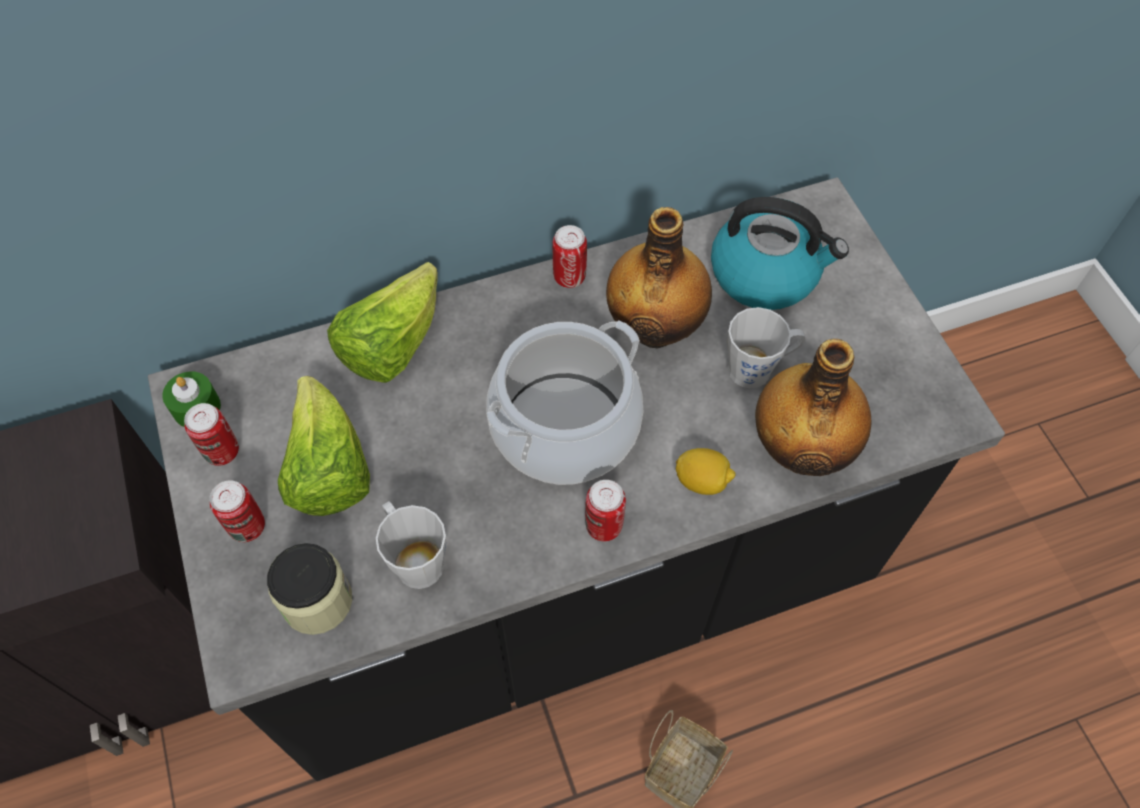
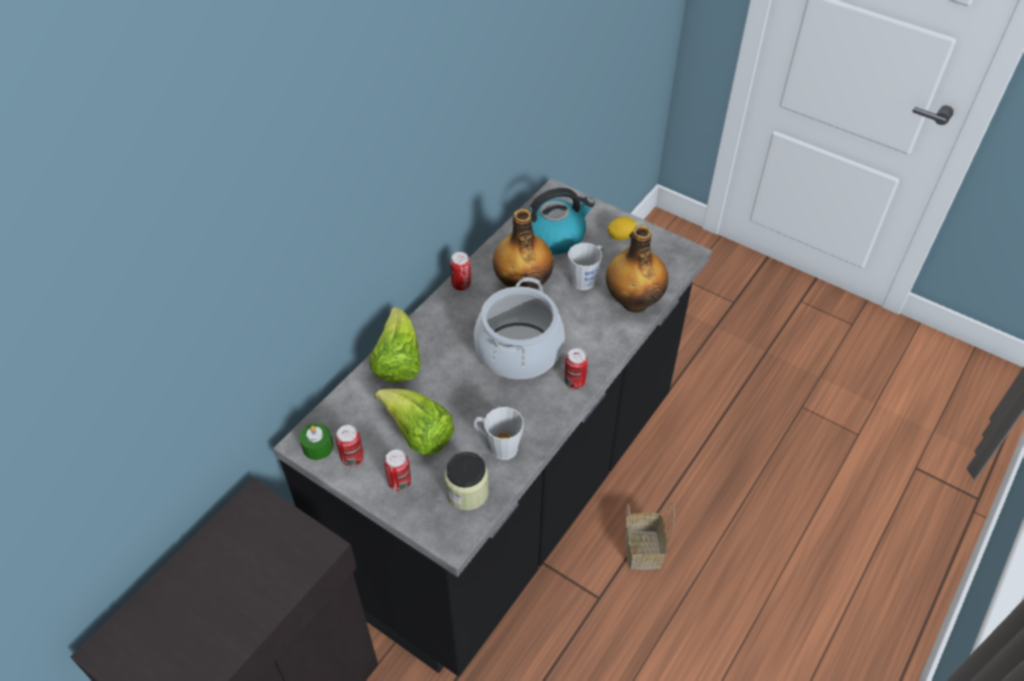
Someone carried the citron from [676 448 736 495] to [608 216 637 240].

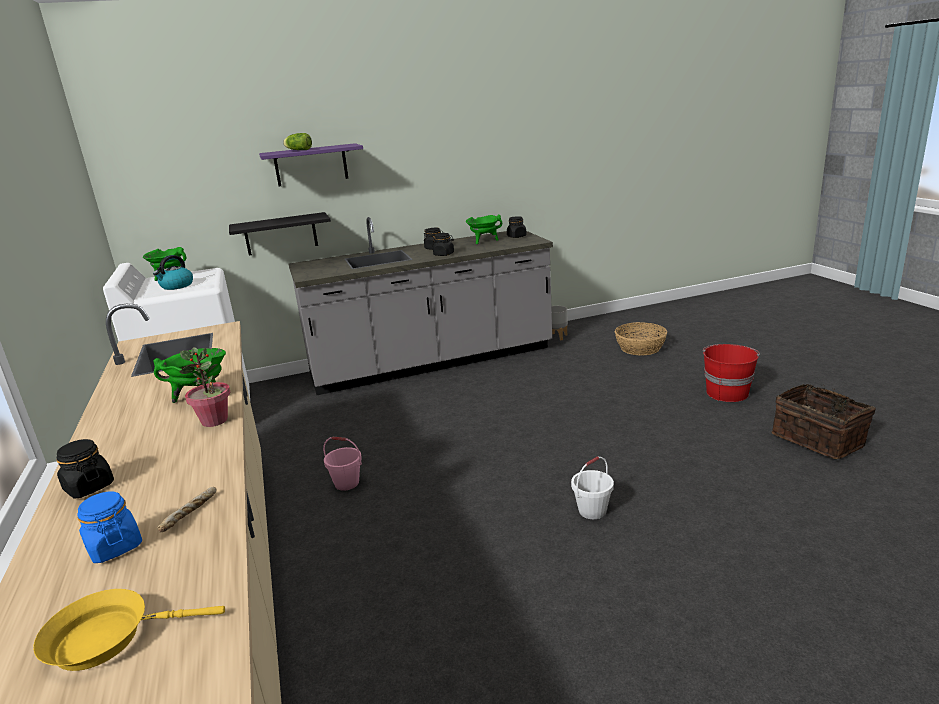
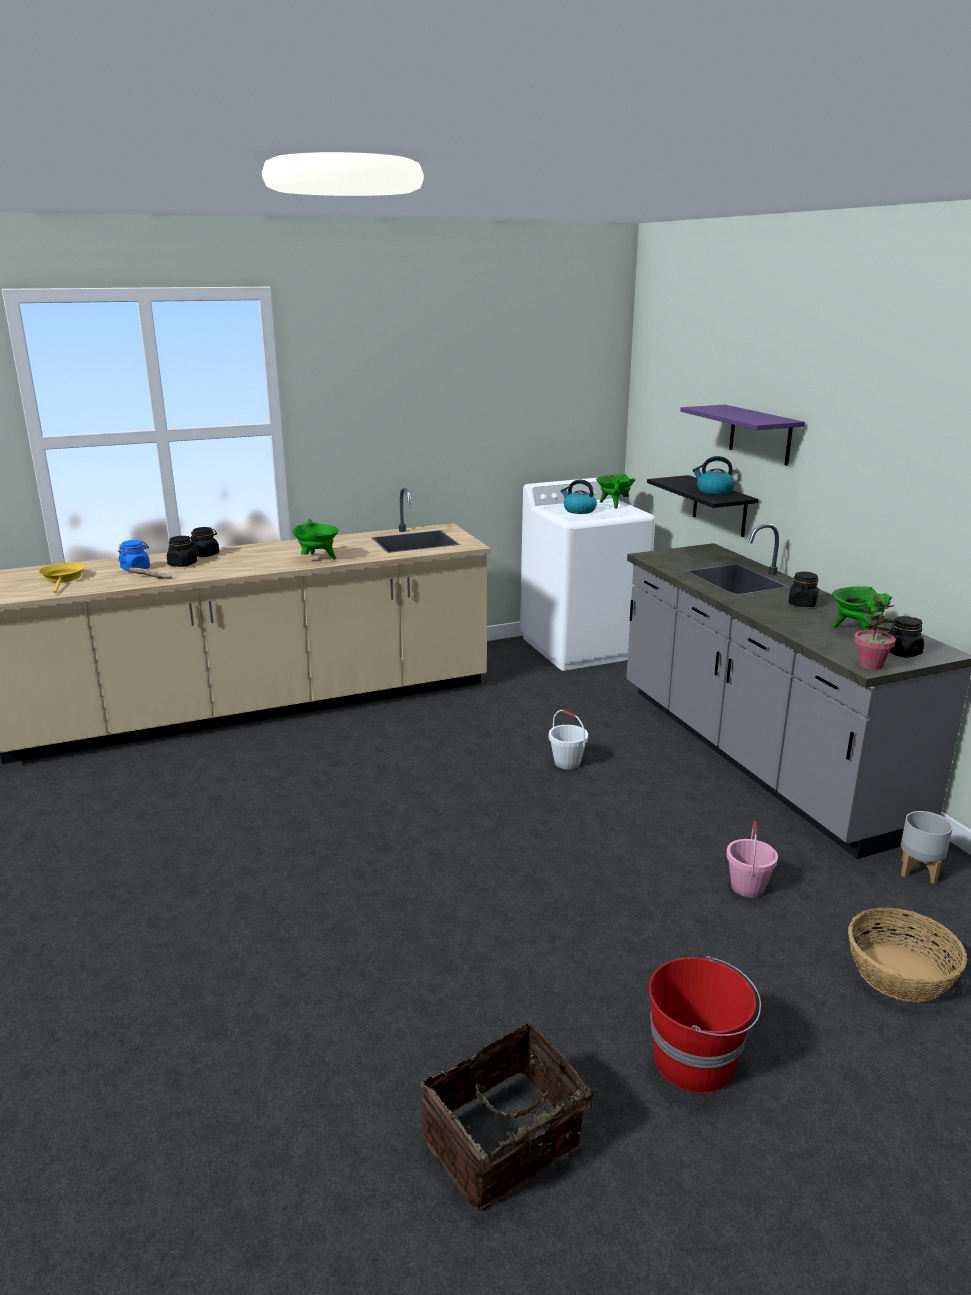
Someone carried the plante en pot from [180 347 230 427] to [854 594 896 670].
Someone took away the laitue at [283 133 312 150].
Someone carried the seau (rose) from [323 437 362 491] to [726 821 778 898].
Someone carried the bocal (noir) from [432 233 454 256] to [167 536 197 567].
Someone carried the seau (blanc) from [571 457 614 519] to [549 709 588 769].
Someone put down the bouilloire at [692 456 735 495].

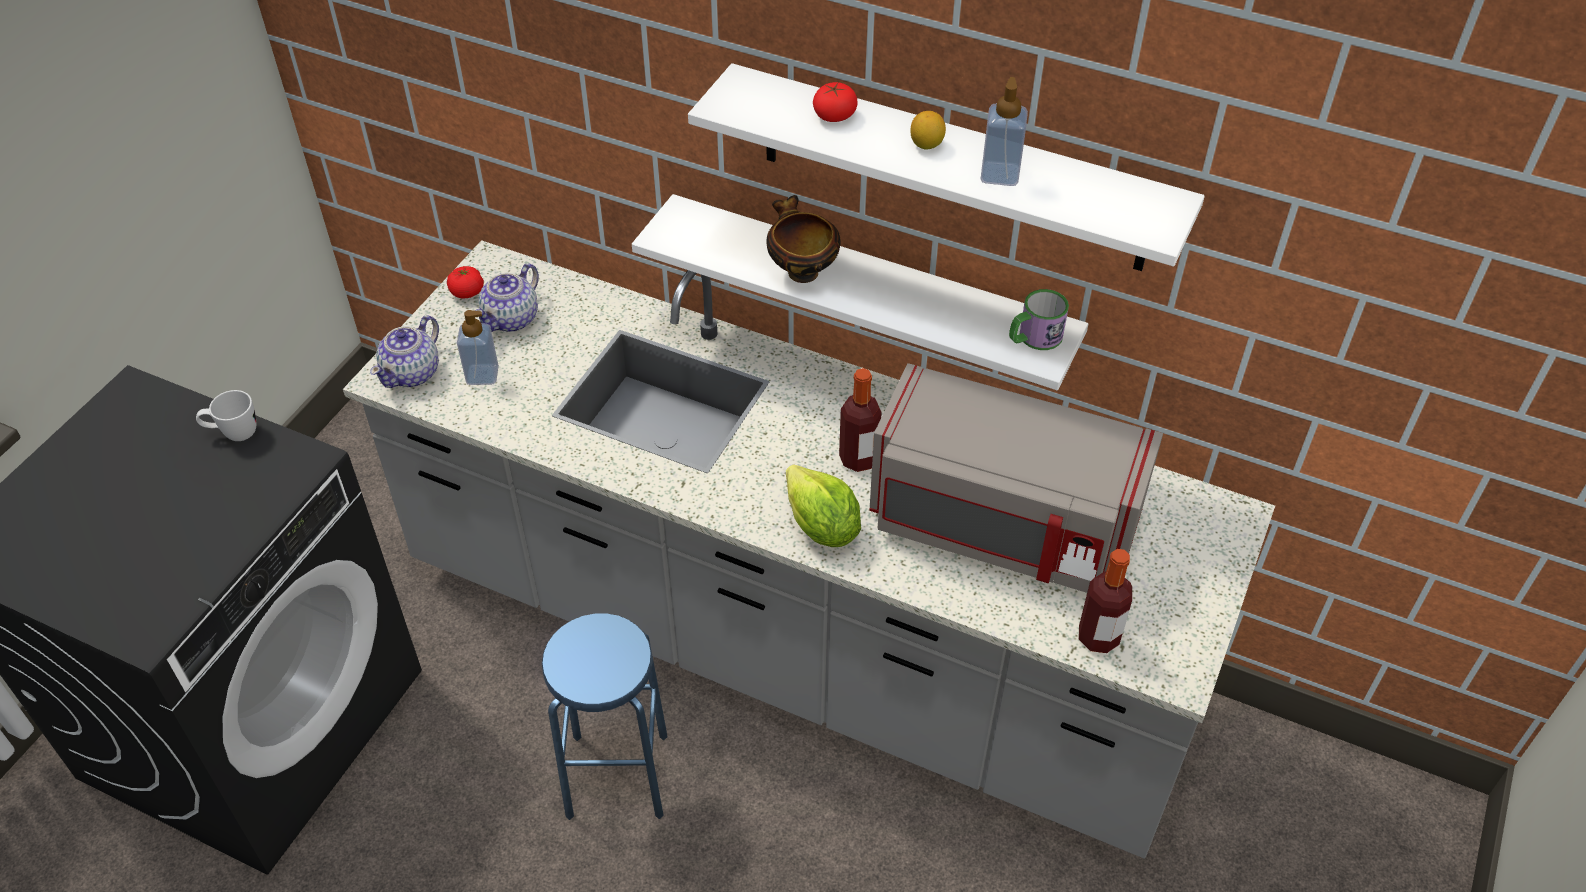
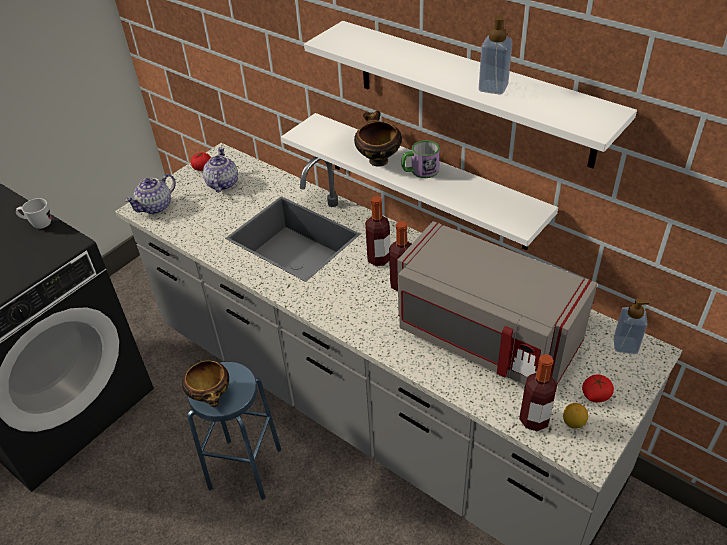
Someone carried the distributeur de savon from [457 310 499 385] to [614 298 650 354].
Someone rotated the théière at [475 263 539 332] by 135 degrees clockwise.
Someone took away the laitue at [786 464 861 547].
Someone carried the tomate from [813 82 857 122] to [582 374 614 403].
Someone carried the citron from [910 111 946 150] to [563 403 588 429].
Someone carried the mug from [1009 289 1069 350] to [401 140 440 178].
Someone put down the bol at [182 360 229 407].
Someone put down the bouteille at [365 196 390 266].

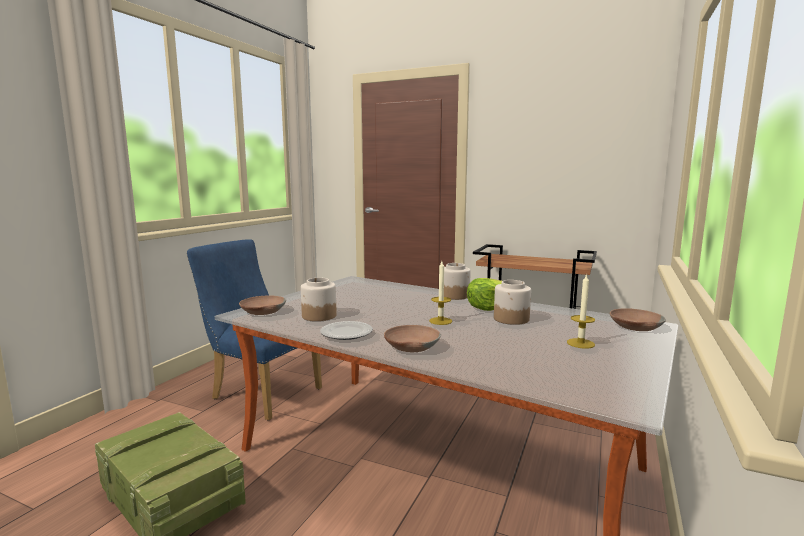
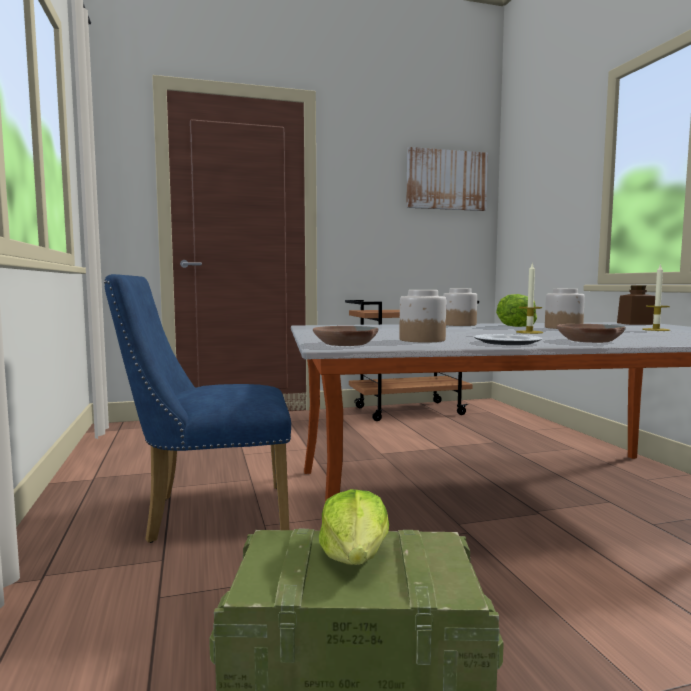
Someone swapped the bol (marron) at [610 308 666 331] for the bocal (marron) at [617 286 655 325].
Someone put down the laitue at [319 489 389 565].
Someone put up the tableau at [406 147 488 211].

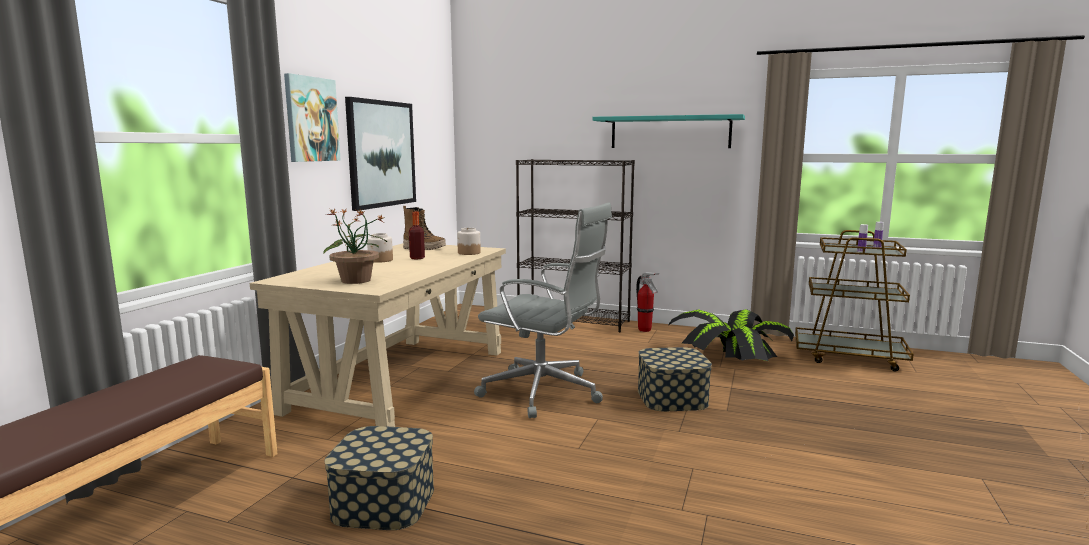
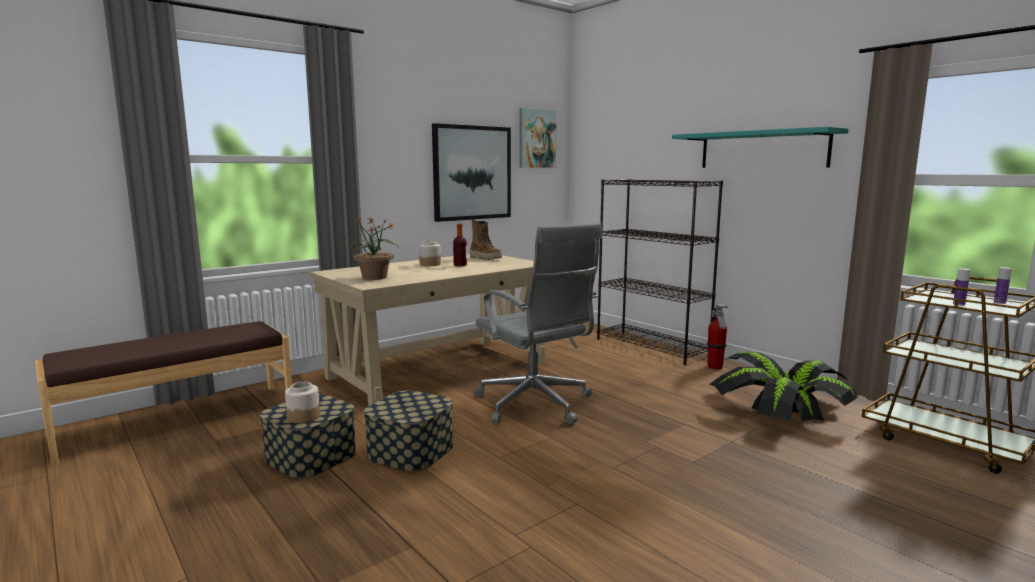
Someone carried the tableau from [284 73 341 162] to [520 108 557 168].
Someone carried the bocal from [457 228 481 255] to [285 382 320 423].
Someone carried the boîte de rangement from [638 347 712 411] to [364 390 453 471].

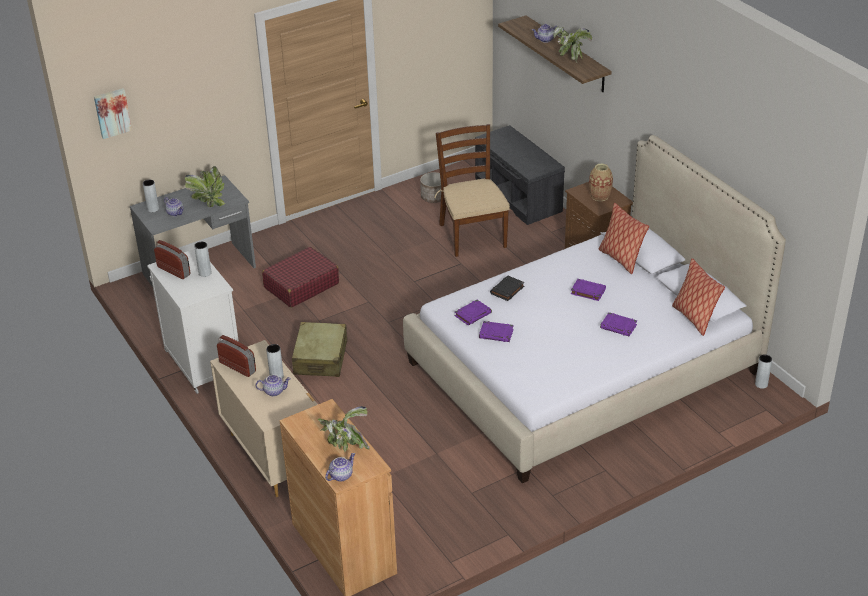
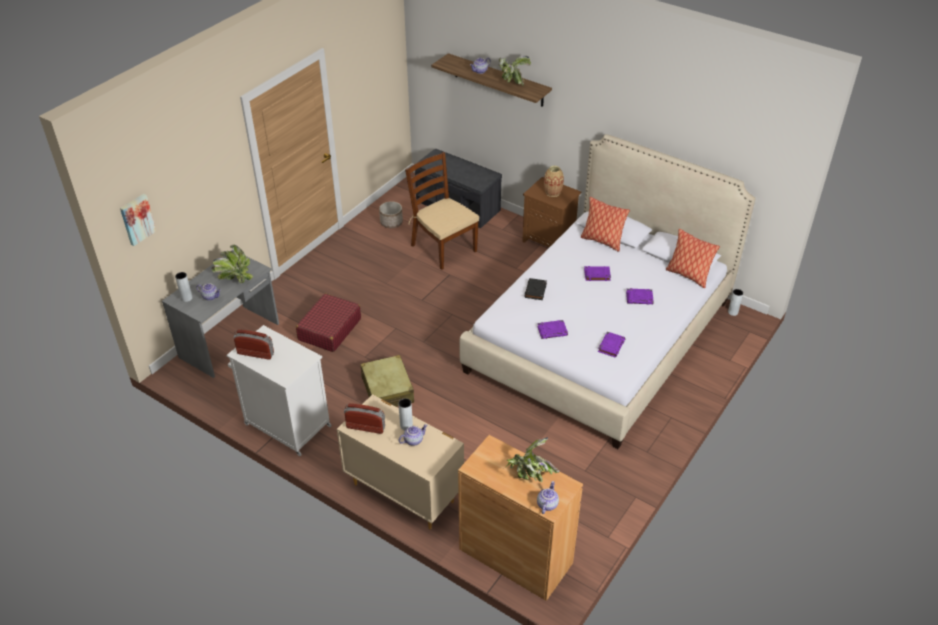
Someone took away the vase (gris) at [194 242 212 277].
Someone carried the livre (violet) from [455 300 492 326] to [598 332 625 357].

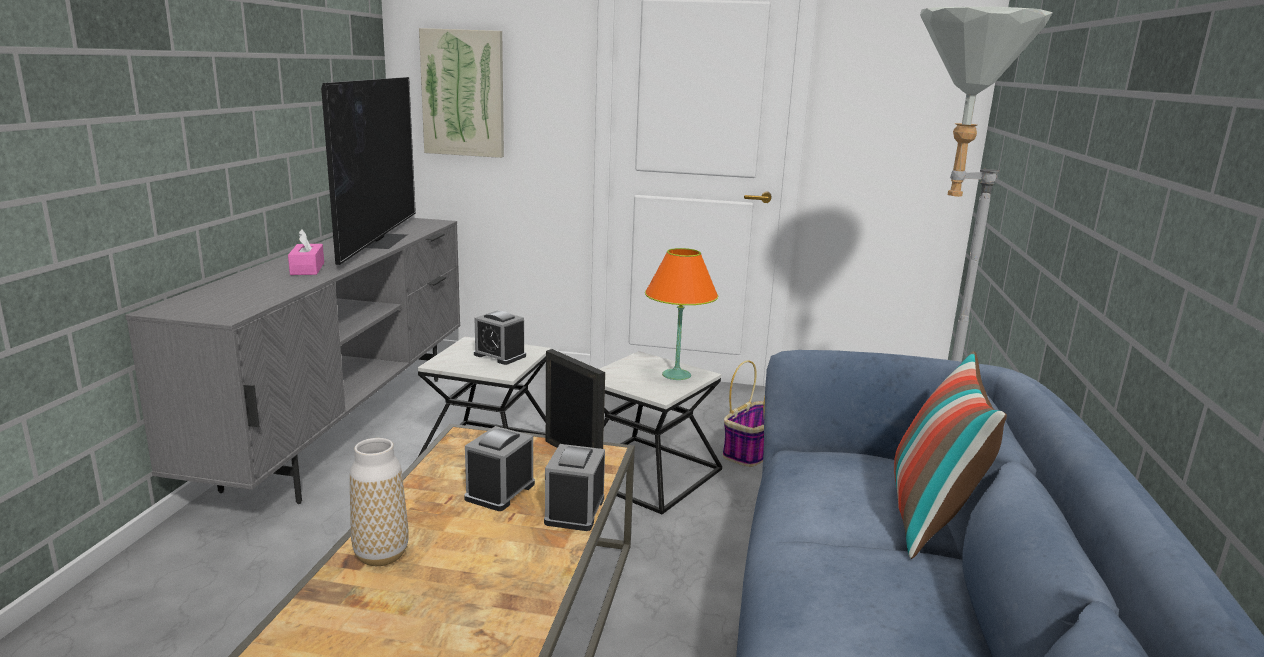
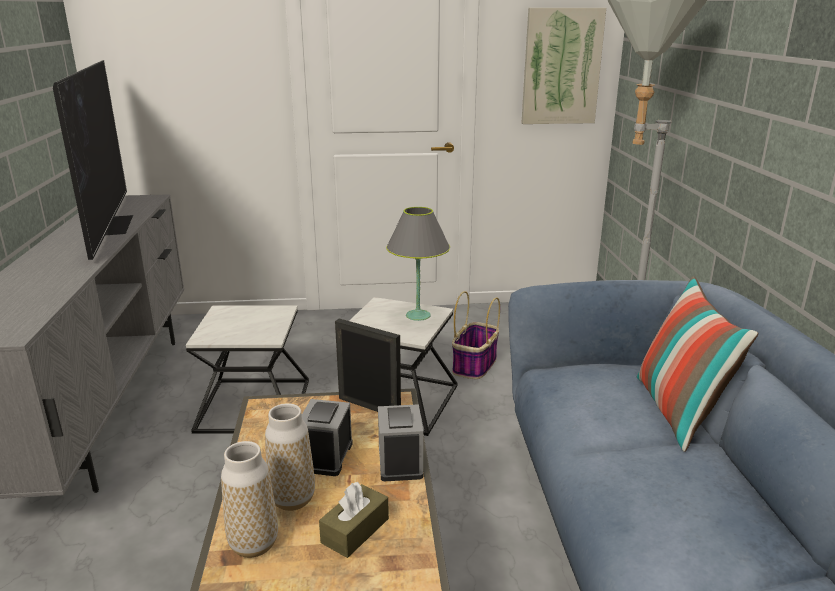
Someone took away the boîte à mouchoirs (rose) at [288 229 324 275].
Someone carried the tableau from [419 28 504 158] to [522 8 606 124].
Someone took away the réveil at [474 311 526 365].
Someone repainted the lampe de table (orange) at [645 248 718 380], which became the lampe de table (gris) at [386 207 450 321].
Someone put down the vase at [265 403 315 511].
Someone put down the boîte à mouchoirs (marron) at [319 482 389 558].

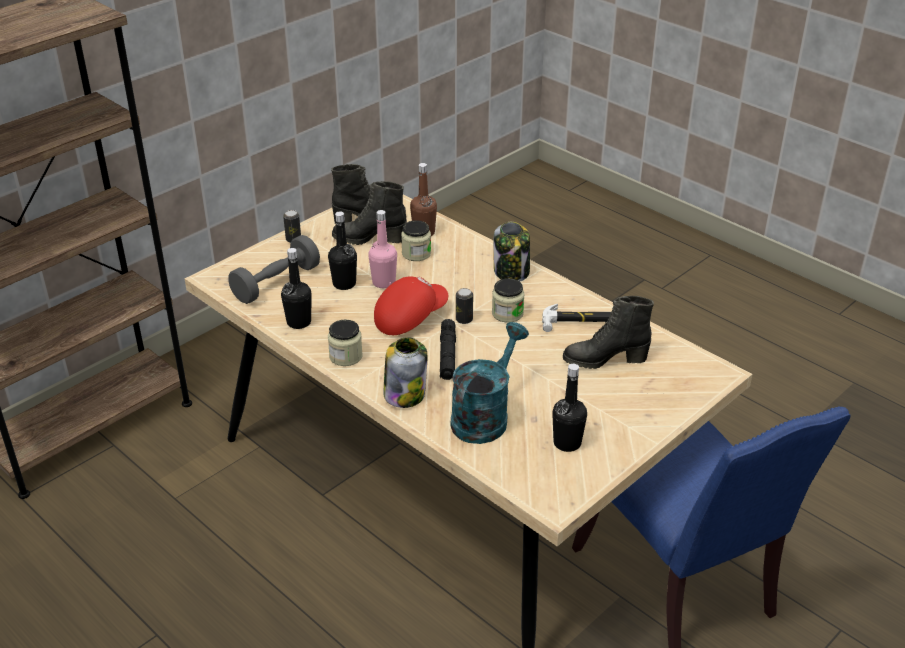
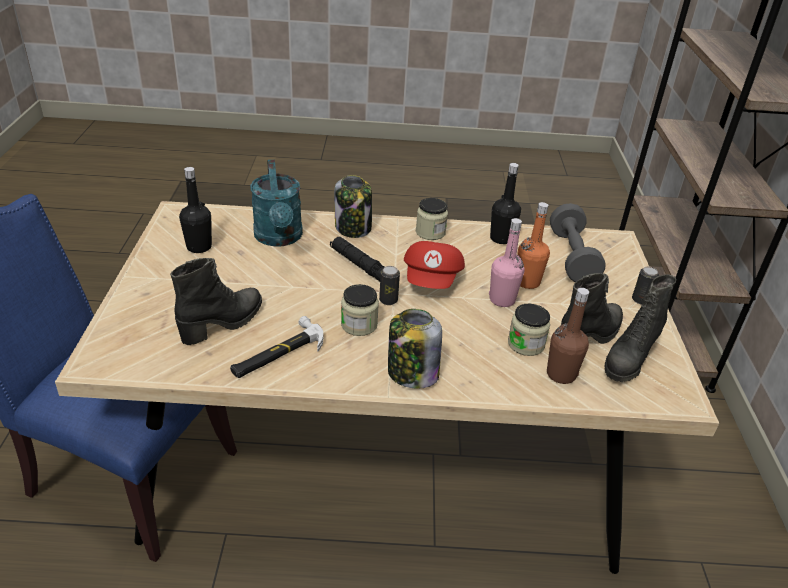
Someone repainted the bouteille (noir) at [328 211 357 290], which became the bouteille (orange) at [517 202 550 289].

